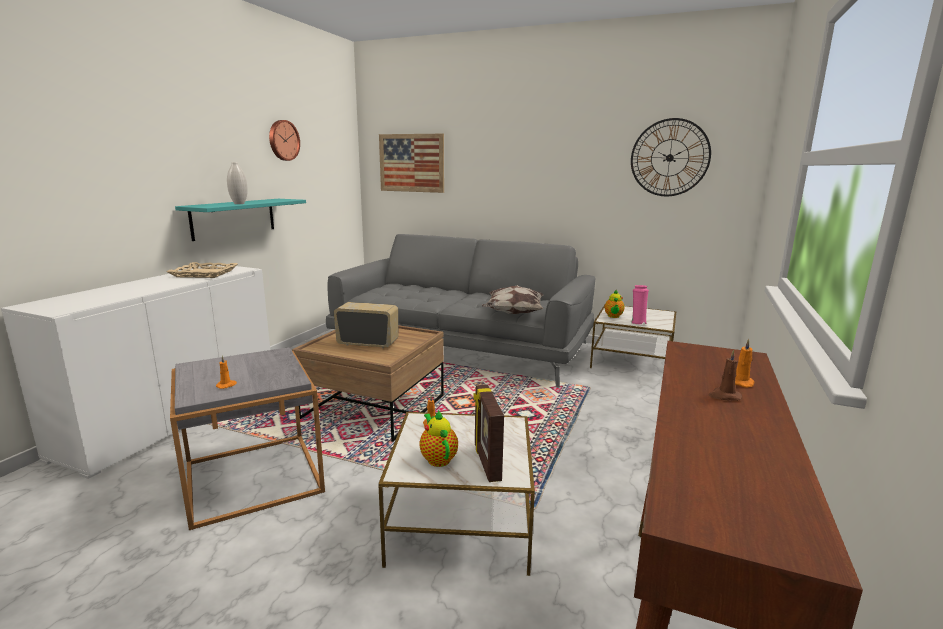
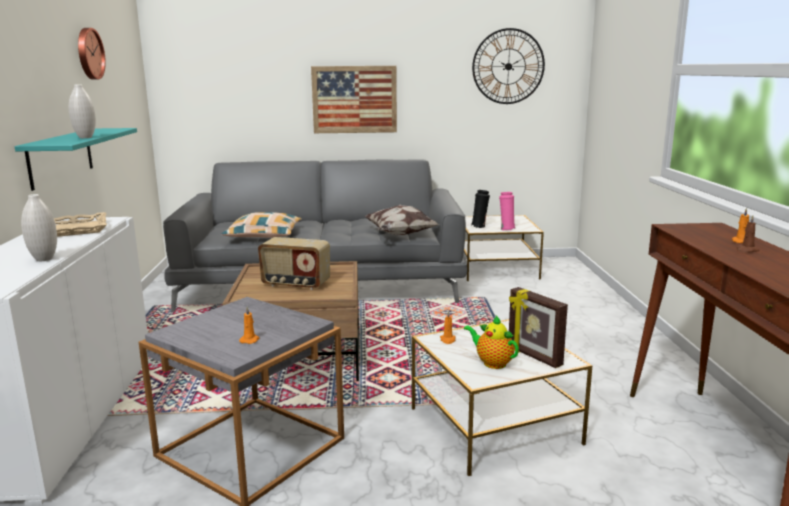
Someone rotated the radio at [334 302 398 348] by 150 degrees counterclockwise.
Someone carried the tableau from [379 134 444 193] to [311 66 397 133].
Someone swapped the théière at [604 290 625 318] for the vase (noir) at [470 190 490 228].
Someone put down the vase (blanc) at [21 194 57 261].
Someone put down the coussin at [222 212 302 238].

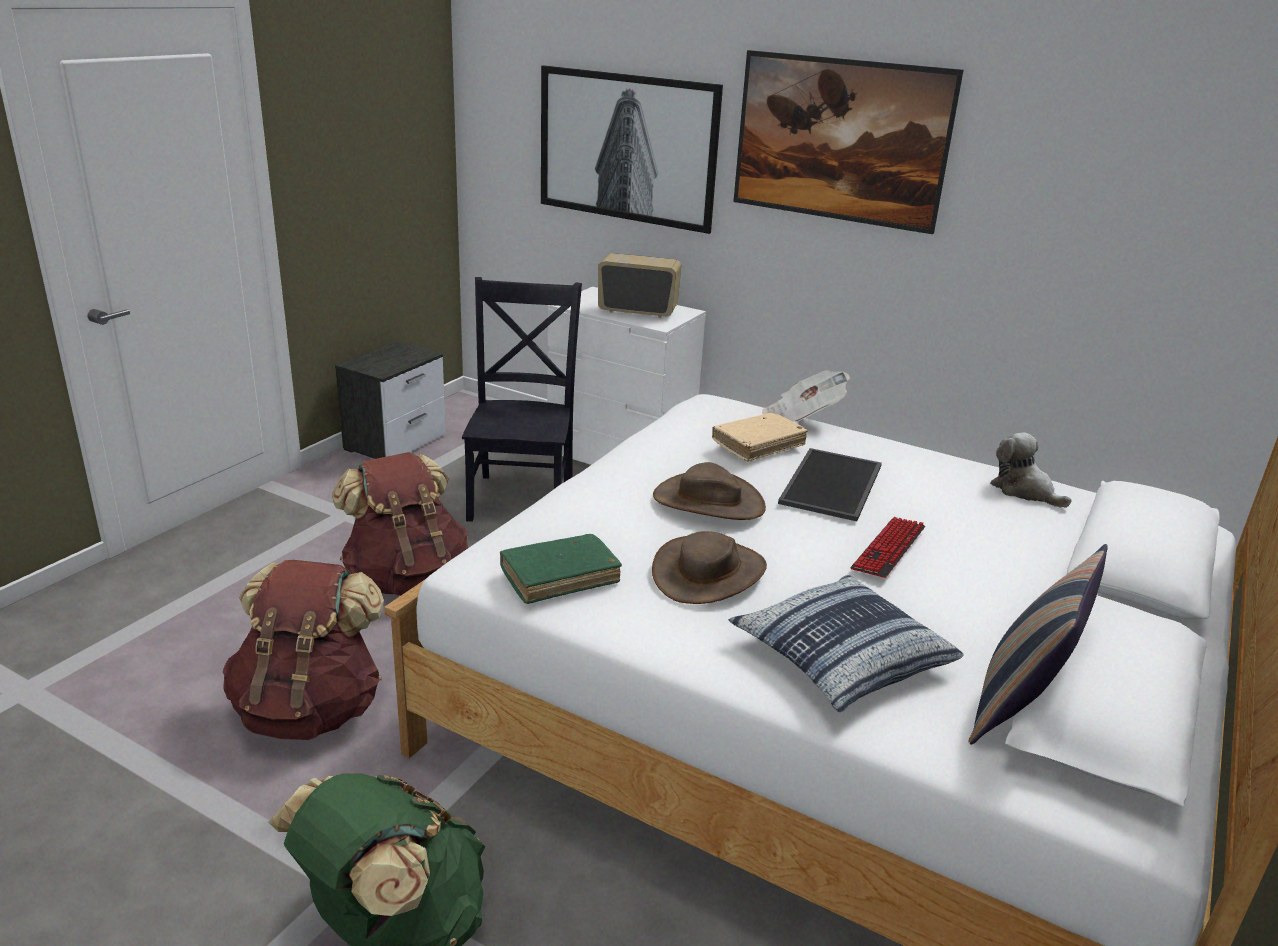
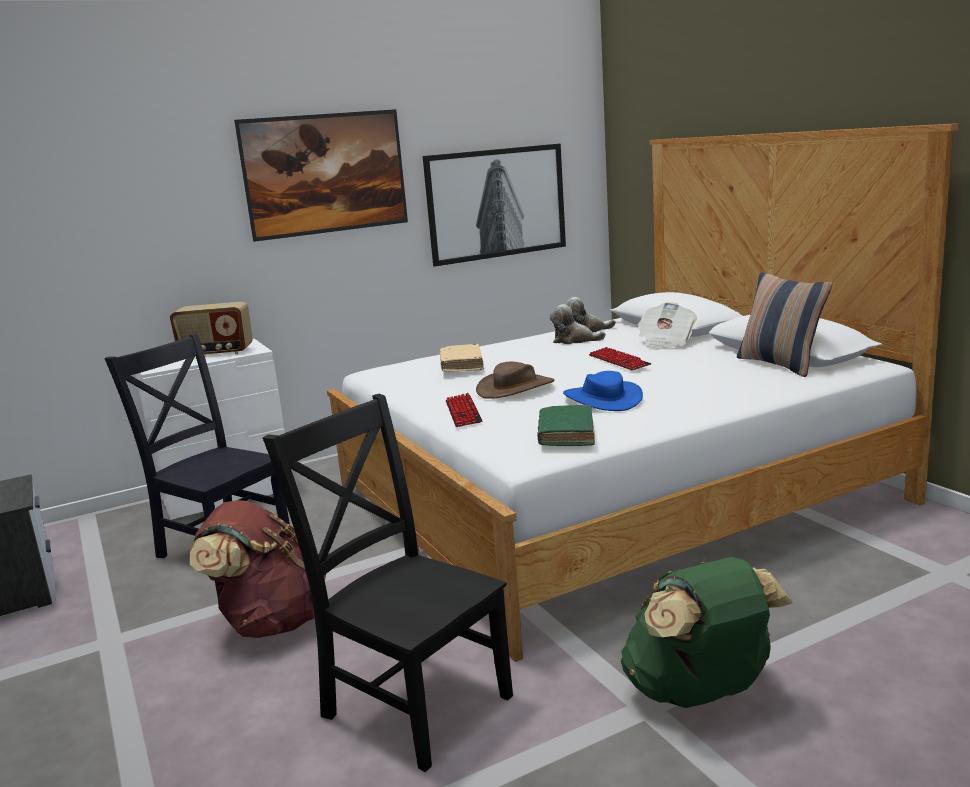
Someone swapped the sac à dos (marron) at [222 560 384 740] for the chaise (noir) at [263 394 513 772].
Someone carried the tableau from [541 65 723 234] to [423 143 566 266].
Someone rotated the radio at [598 253 681 318] by 135 degrees counterclockwise.
Someone repainted the chapeau (marron) at [652 531 767 604], which became the chapeau (bleu) at [563 371 643 411].
Someone took away the coussin at [729 575 964 712].
Someone carried the journal from [762 370 851 421] to [637 302 697 350].
Someone took away the plateau at [778 448 882 521].
Someone put down the clavier at [445 393 483 427].
Someone put down the peluche at [550 304 606 344].

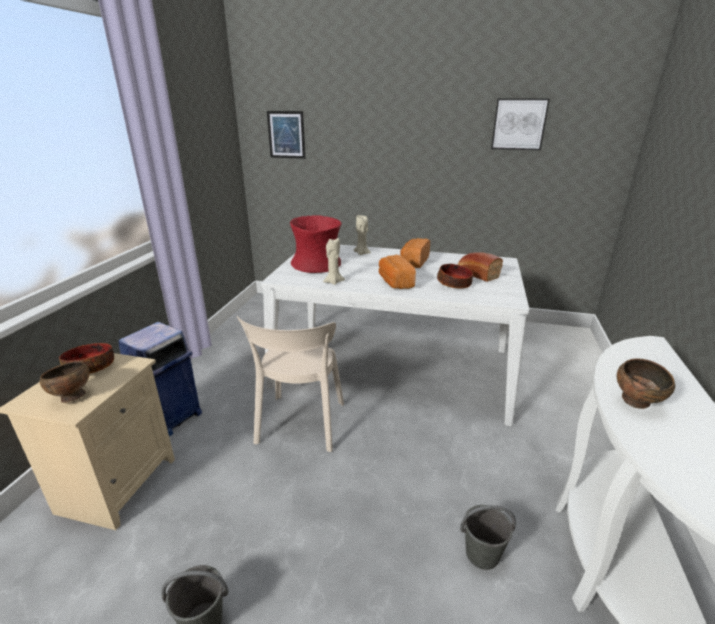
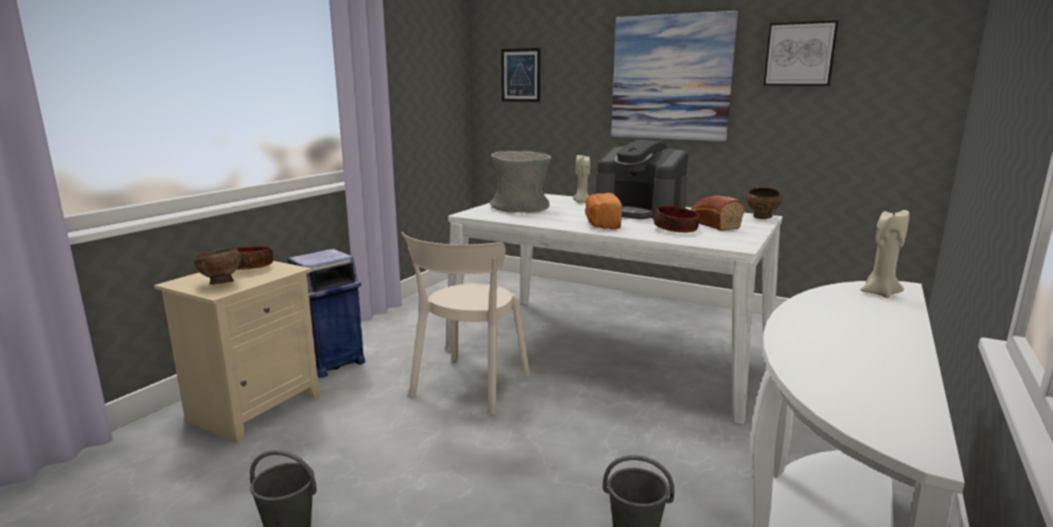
Someone repainted the vase (rouge) at [290 215 342 273], which became the vase (gris) at [490 151 551 213].
Someone carried the bougie (beige) from [323 237 345 285] to [861 210 909 298].
Someone swapped the pain at [400 238 430 268] for the machine à café at [595 140 688 219].
Someone carried the bol (marron) from [616 358 675 409] to [746 187 782 219].
Someone put up the tableau at [611 11 738 141].

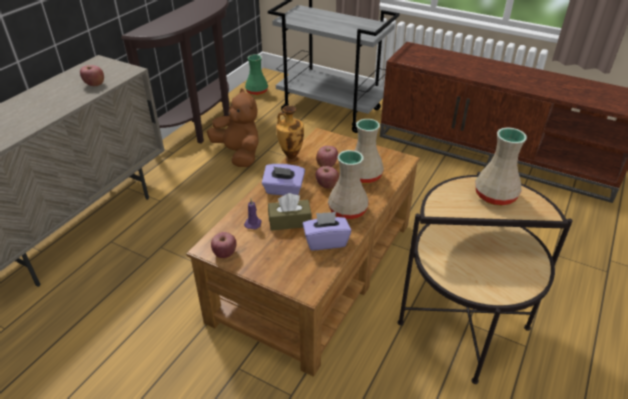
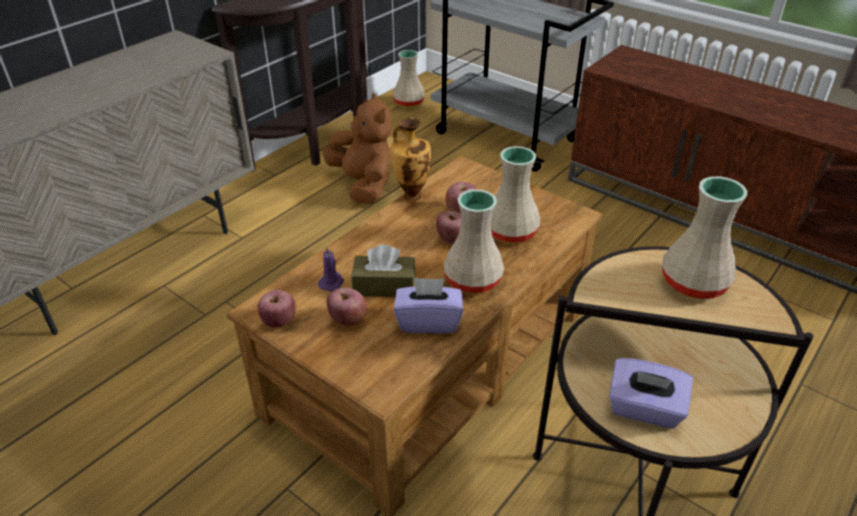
Someone carried the pomme from [80 65 104 86] to [327 288 367 326].
Someone repainted the vase (vert) at [245 54 268 96], which became the vase (beige) at [393 50 425 108].
Someone carried the boîte à mouchoirs (violet) from [262 164 305 196] to [609 358 693 429].

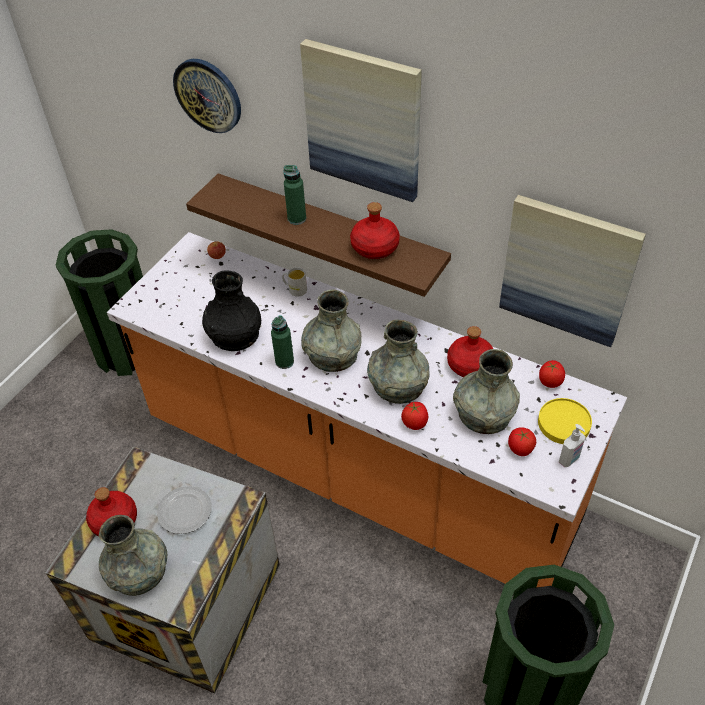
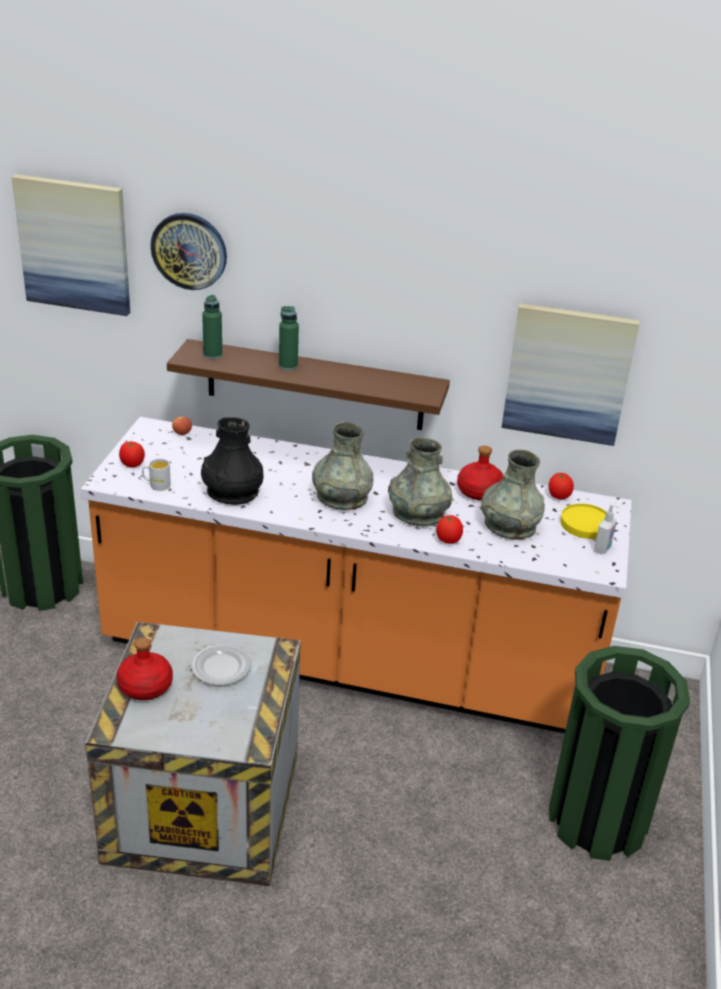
Someone took away the vase (gris) at [99 515 167 596].
Someone carried the bouteille (vert) from [271 315 294 369] to [202 295 222 359].
Someone carried the mug (blanc) from [282 267 307 296] to [142 459 171 491].
Someone carried the tableau from [300 39 422 202] to [12 174 130 316].
Someone took away the bouteille (rouge) at [350 202 400 259].
Someone carried the tomate from [508 427 536 456] to [119 441 145 468].

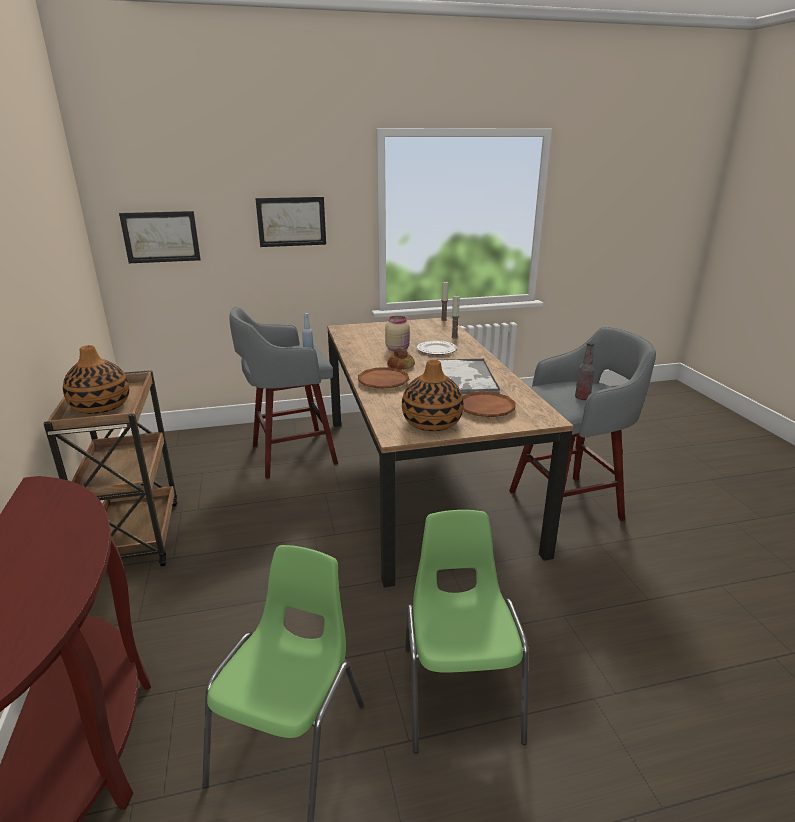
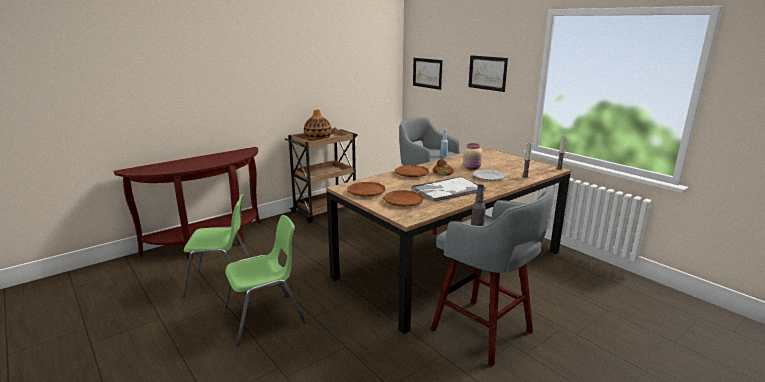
Someone swapped the vase at [402 360 464 431] for the assiette (marron) at [347 182 386 197].

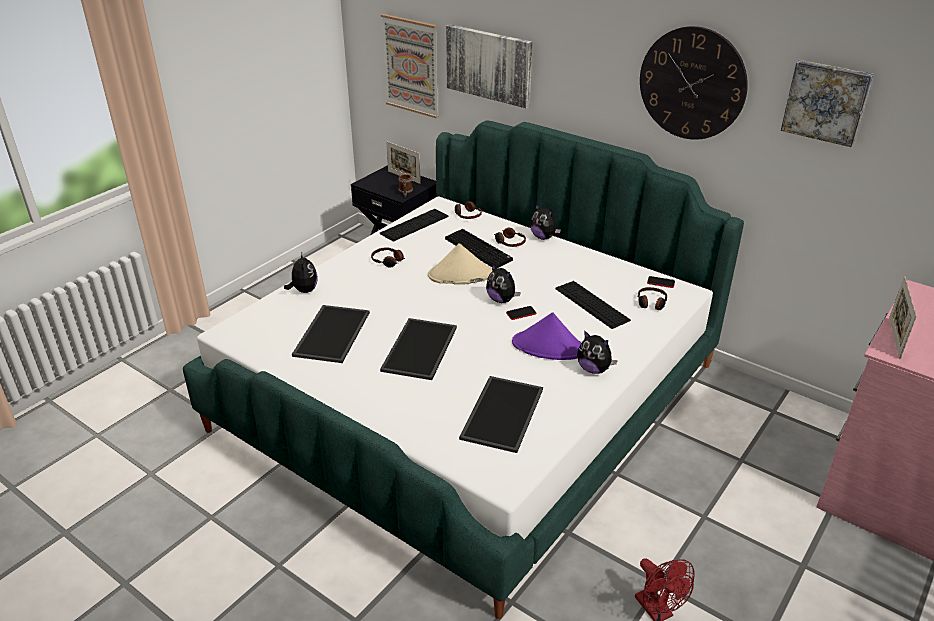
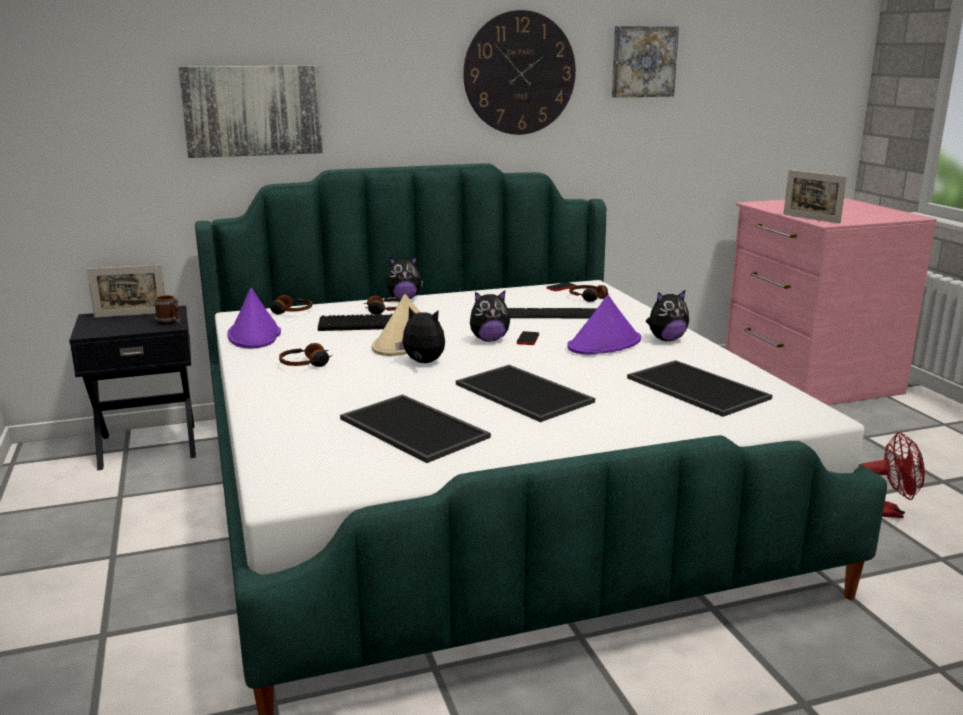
Someone carried the peluche from [284 254 318 293] to [395 307 445 363].
Someone swapped the clavier at [380 209 449 242] for the chapeau (violet) at [227 287 281 349].
Someone took away the tableau at [381 14 439 118].

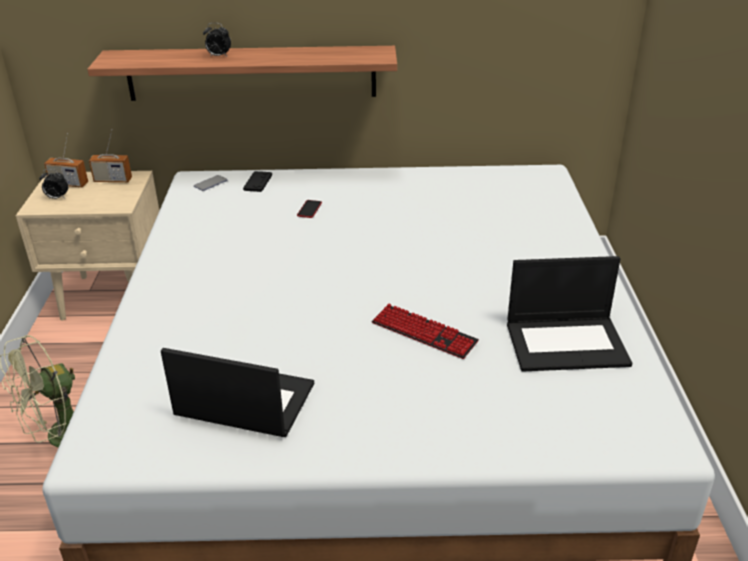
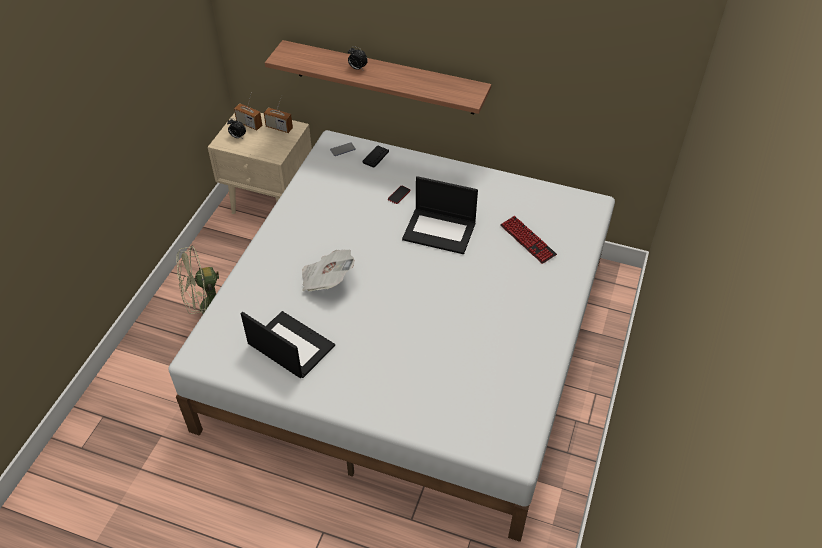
Someone carried the clavier from [371 303 479 359] to [500 216 557 264].
Someone carried the ordinateur portable from [507 256 632 372] to [402 176 478 254].
Someone put down the journal at [302 249 355 291].

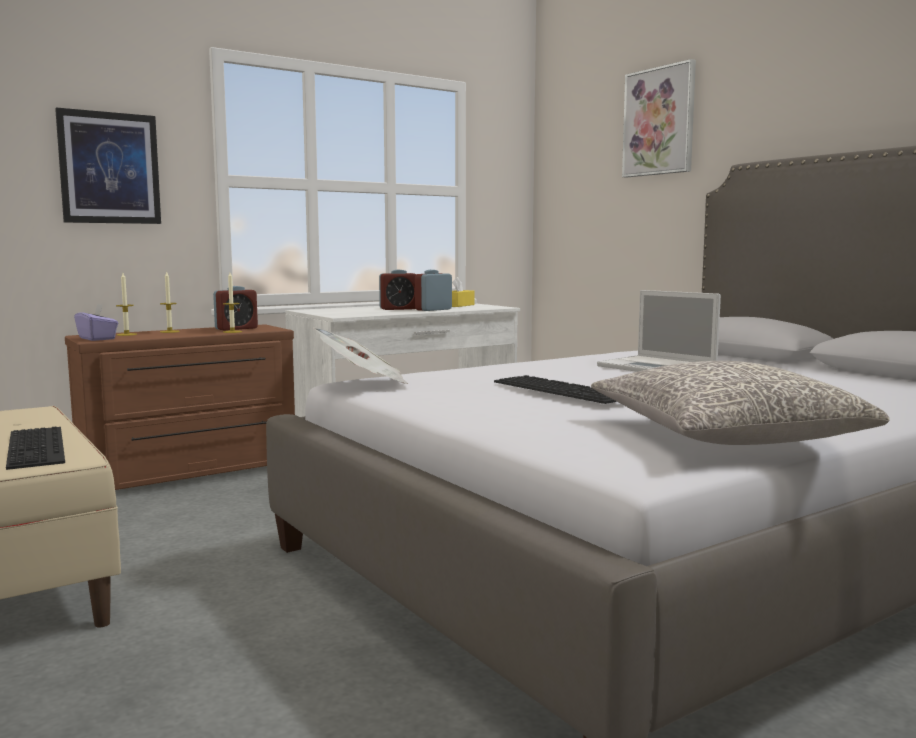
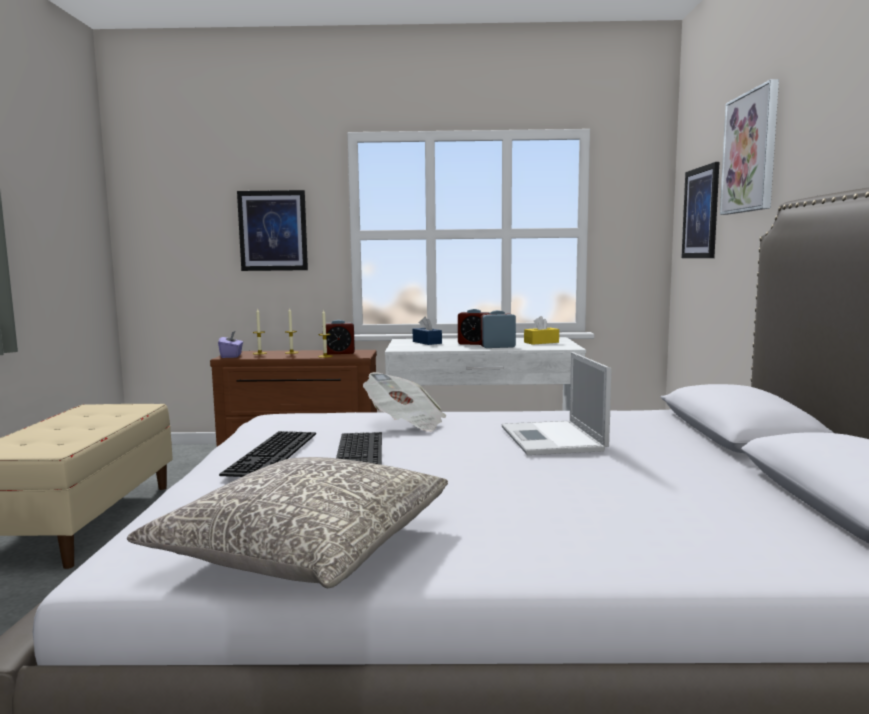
Someone carried the clavier from [6 427 65 470] to [219 431 316 477].
Someone carried the journal from [313 327 408 384] to [363 372 447 432].
Someone put down the boîte à mouchoirs (bleu) at [413 317 442 345].
Someone put up the tableau at [681 162 719 258].

